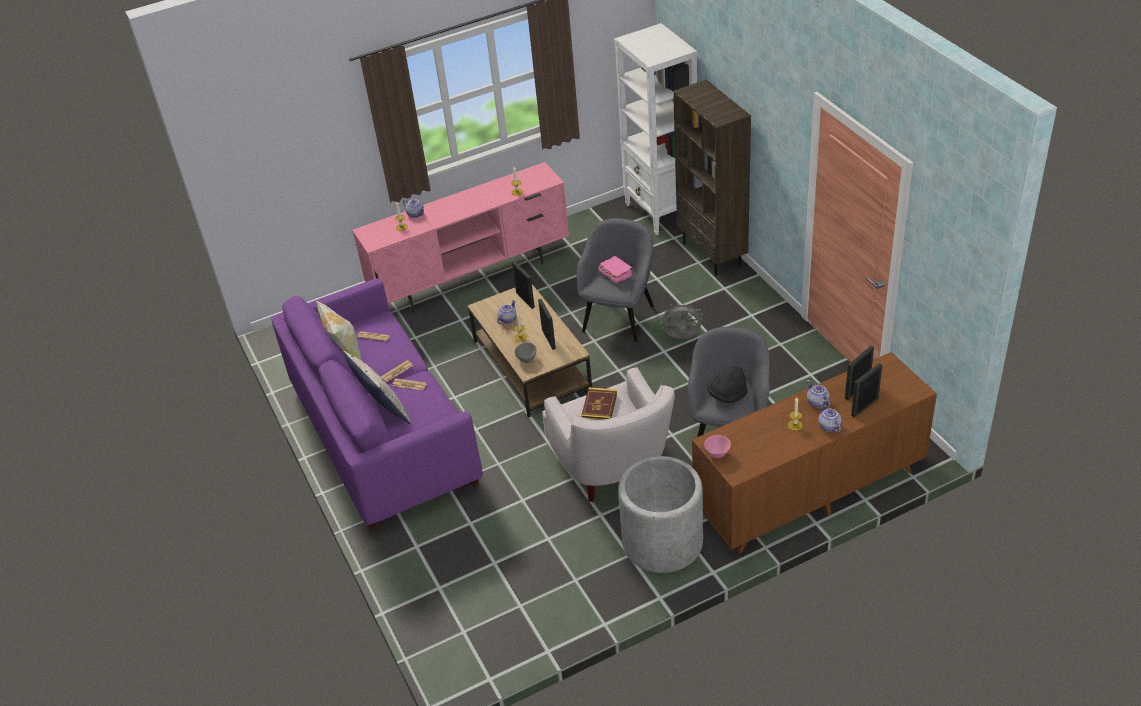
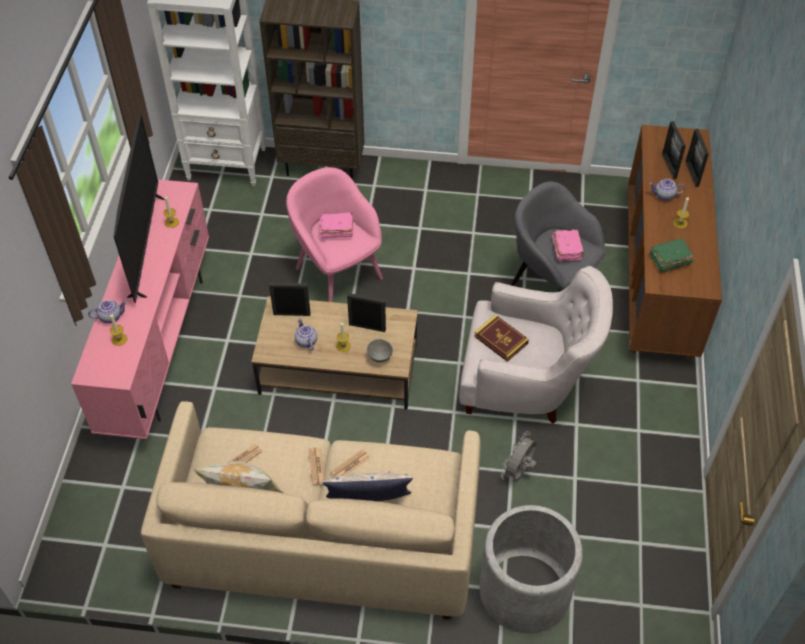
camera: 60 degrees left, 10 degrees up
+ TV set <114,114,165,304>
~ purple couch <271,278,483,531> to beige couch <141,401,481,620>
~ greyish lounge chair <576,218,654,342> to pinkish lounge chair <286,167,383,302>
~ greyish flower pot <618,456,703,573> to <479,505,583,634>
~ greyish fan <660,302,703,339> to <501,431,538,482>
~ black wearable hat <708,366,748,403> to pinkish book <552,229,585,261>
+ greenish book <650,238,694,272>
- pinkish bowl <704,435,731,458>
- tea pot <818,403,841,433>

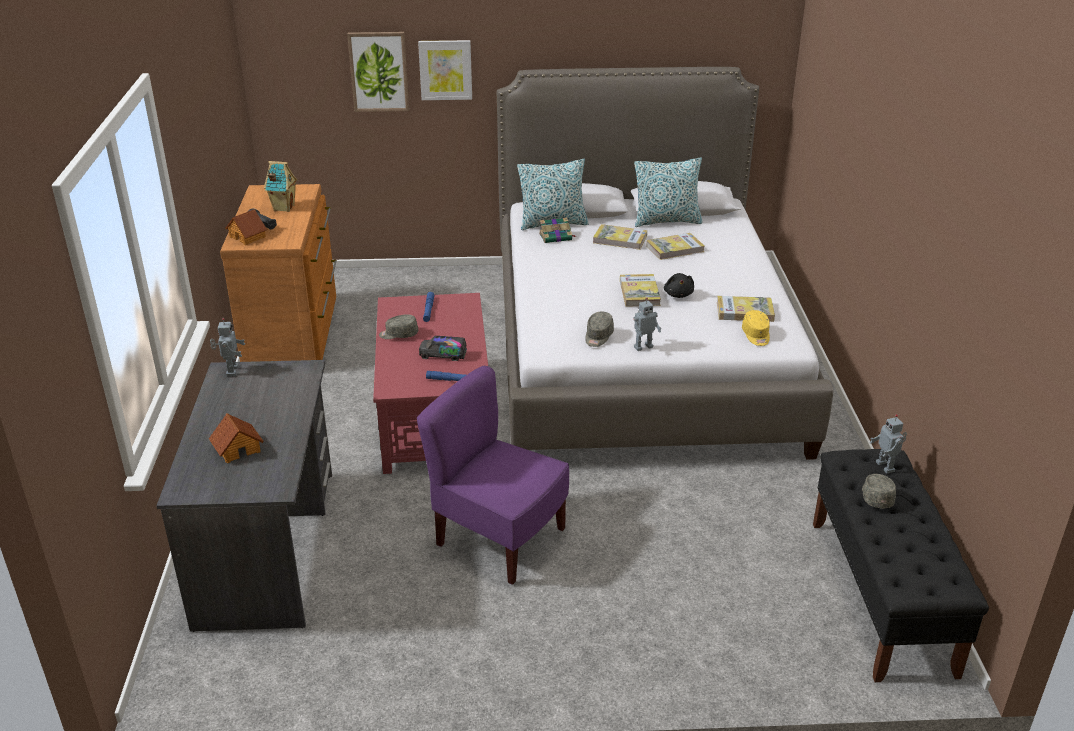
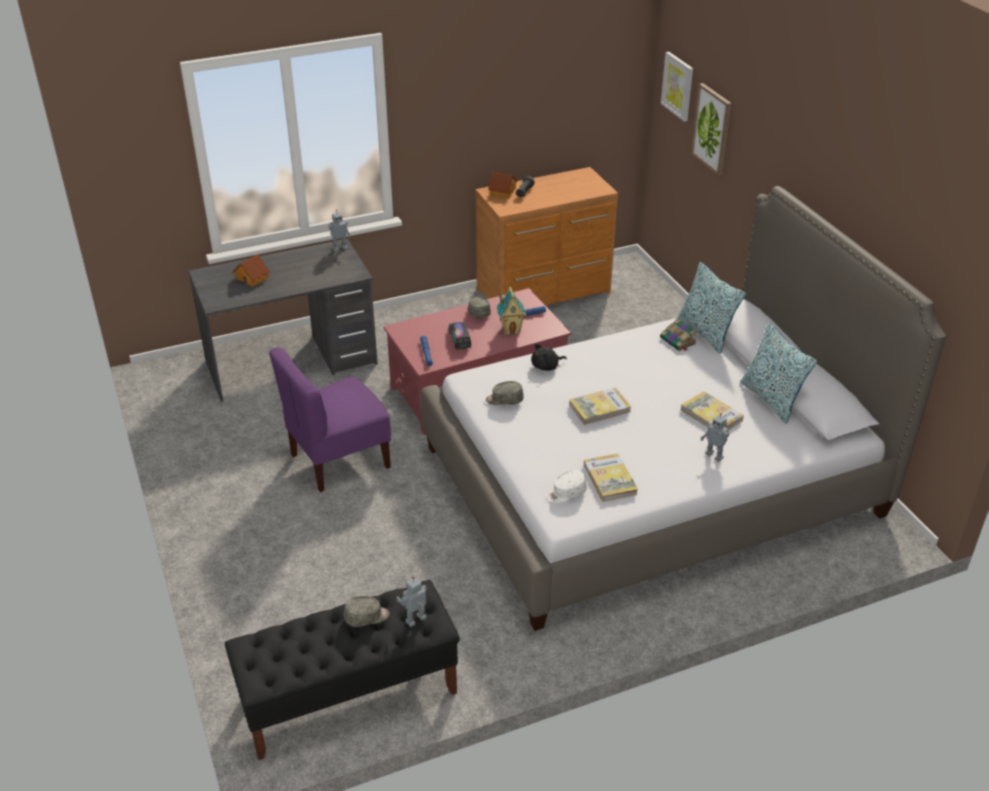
camera: 70 degrees right, 5 degrees up
~ purple chair <417,366,569,585> = <269,347,391,492> 135 degrees counterclockwise
~ model house <264,161,297,212> to <496,287,527,335>
~ black plush toy <664,273,694,298> to <531,344,567,371>
~ yellow peaked cap <742,310,770,346> to whitish peaked cap <547,470,587,503>
~ picture <418,40,472,100> to <661,52,693,122>
~ robot figure <633,297,661,351> to <700,413,729,462>
- book <593,224,647,250>

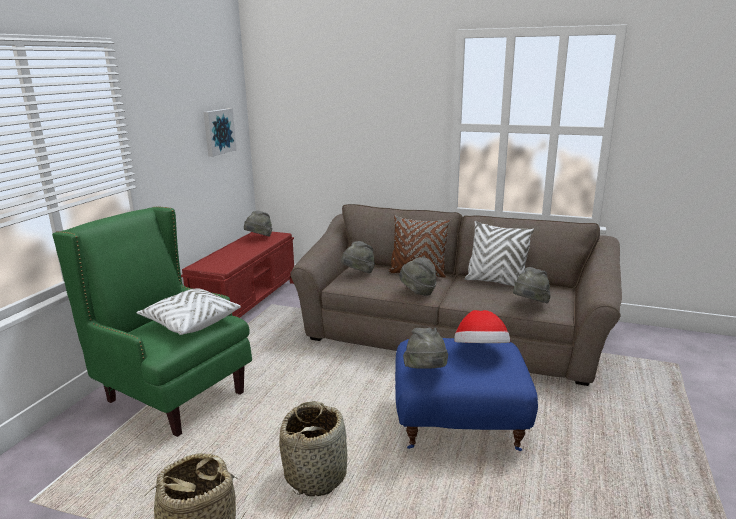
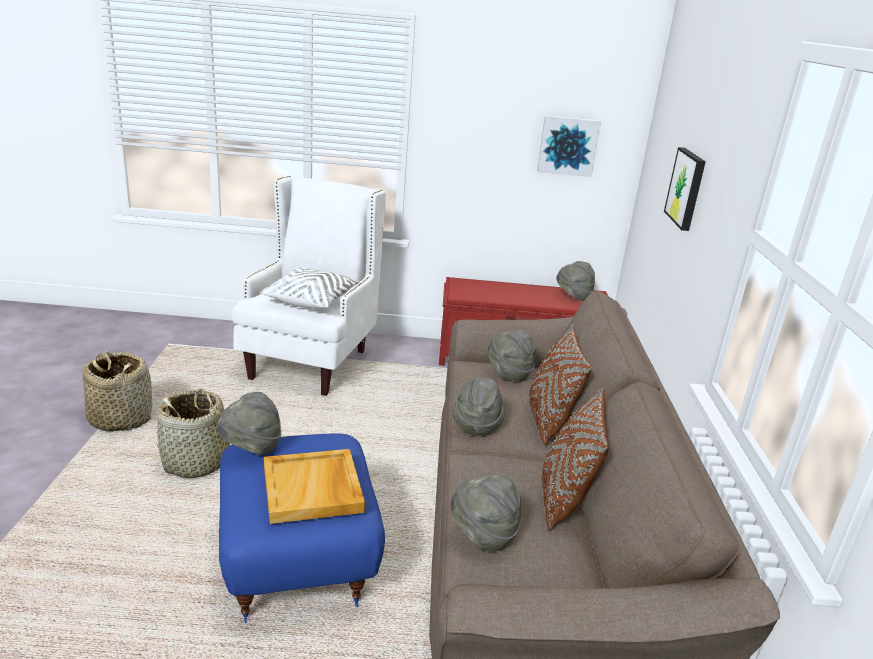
camera: 70 degrees right, 5 degrees up
~ greenish lounge chair <52,207,252,437> to whitish lounge chair <232,176,386,396>
~ wearable hat <454,310,510,343> to beige serving tray <264,449,365,524>
~ whitish throw pillow <464,221,534,286> to brown-coloured throw pillow <542,387,609,530>
+ picture <664,147,706,231>

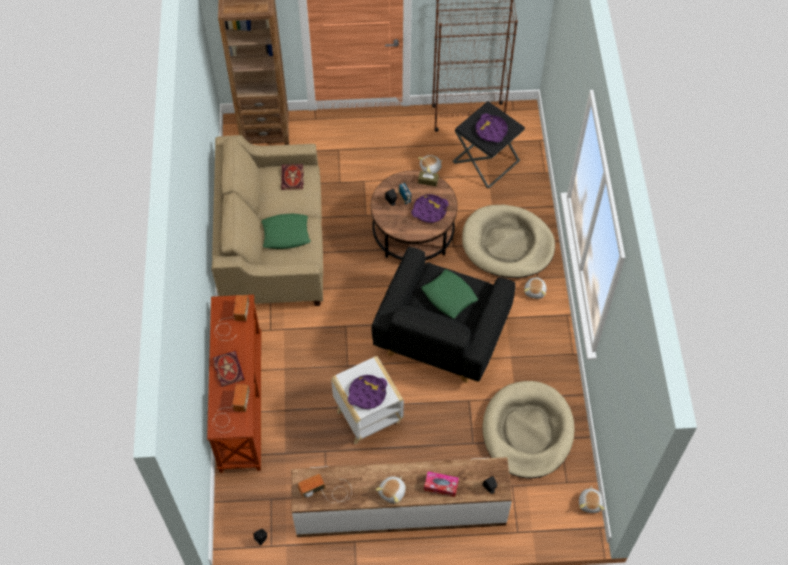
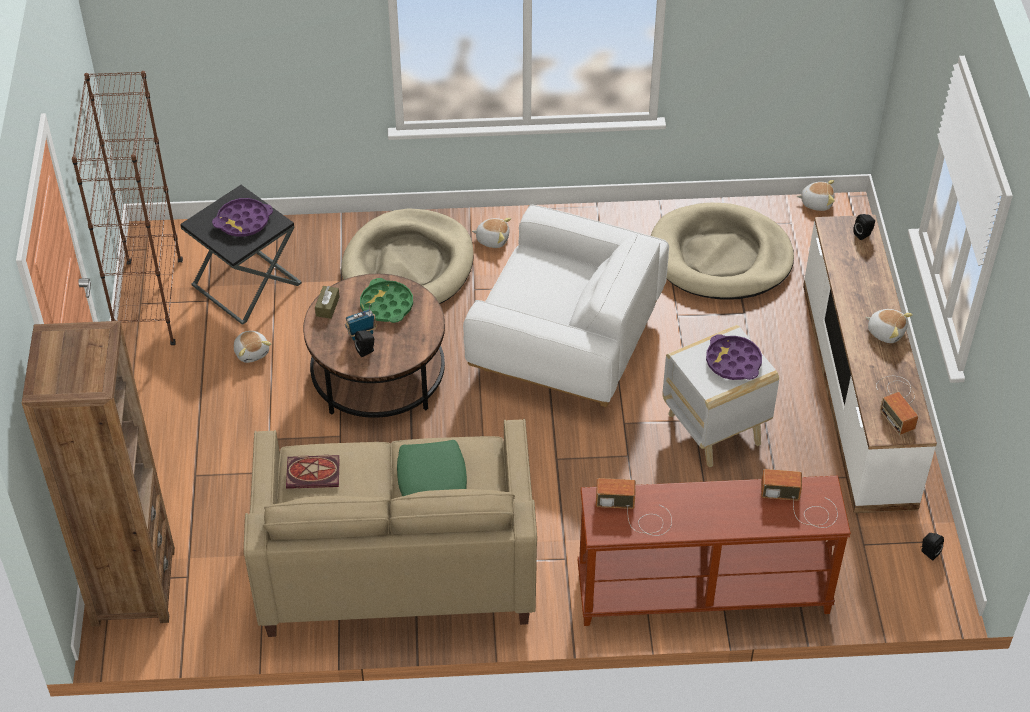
camera: 90 degrees left, 10 degrees down
~ purple serving tray <411,194,449,223> to greenish serving tray <360,278,413,323>
~ black lounge chair <371,247,515,383> to whitish lounge chair <463,205,669,407>
- book <213,351,245,387>
- greenish throw pillow <421,270,478,319>
- box of tissues <424,471,459,497>

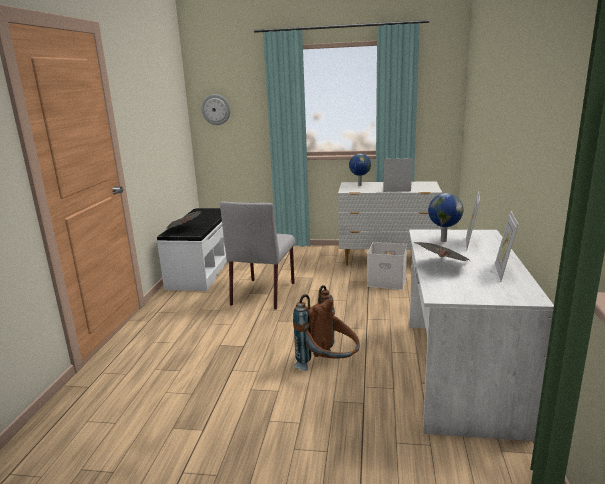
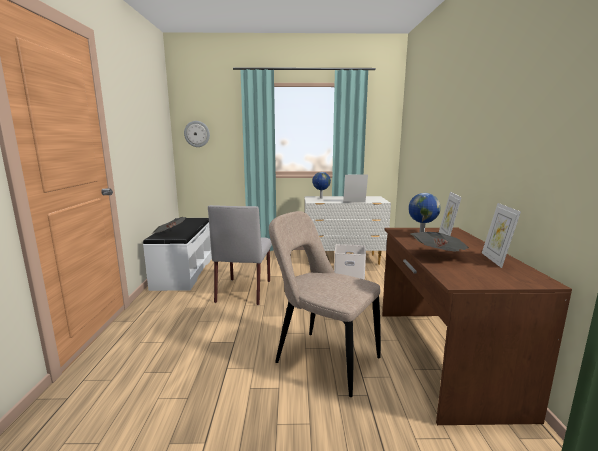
camera: 10 degrees left, 5 degrees down
~ brown-coloured backpack <293,285,360,370> to beige chair <269,211,381,397>
~ whitish desk unit <409,229,554,441> to brown-coloured desk unit <382,228,572,425>

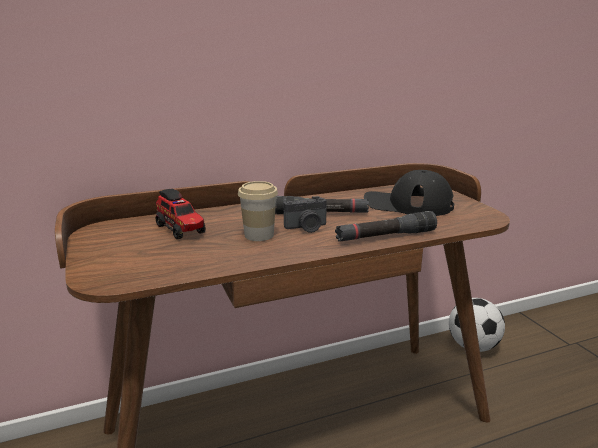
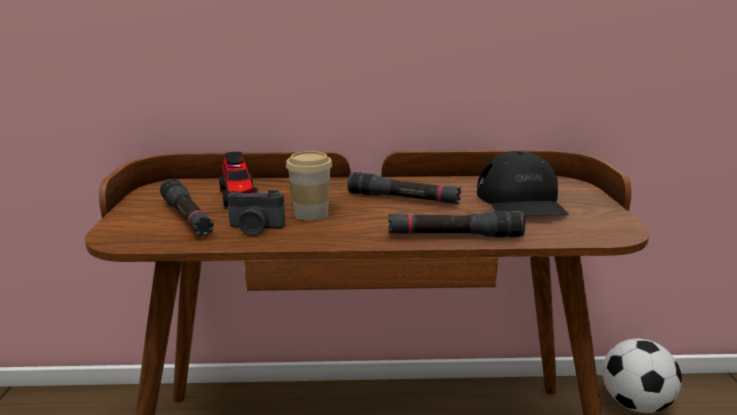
camera: 20 degrees right, 0 degrees up
+ black flashlight <160,179,214,236>
~ still camera <284,196,327,233> to <227,190,285,236>
~ black peaked cap <364,170,454,216> = <477,151,569,216> 135 degrees counterclockwise

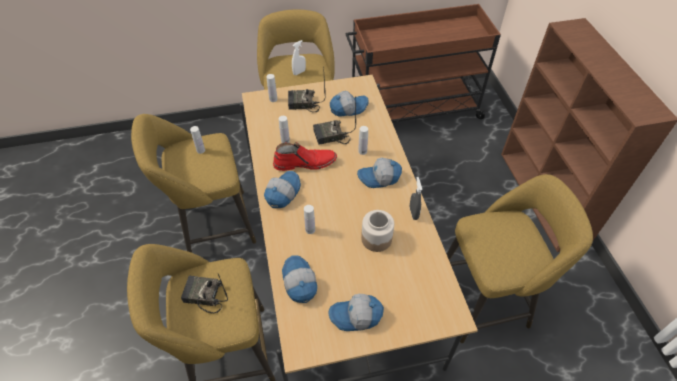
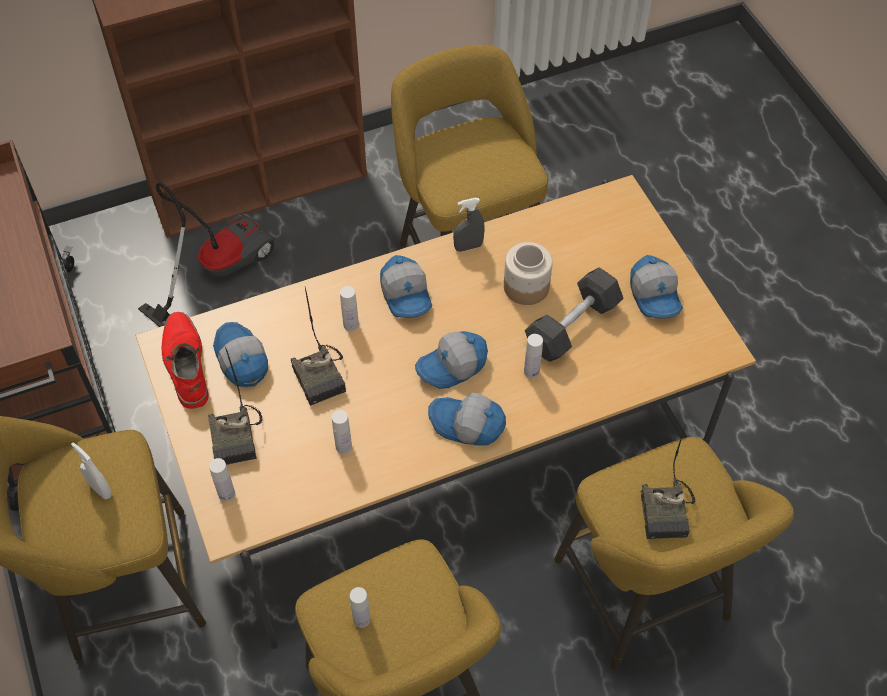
camera: 100 degrees left, 5 degrees up
+ vacuum cleaner <138,182,275,327>
~ red high-top boot <273,142,337,171> to <161,312,209,409>
~ peaked cap <282,255,317,303> to <415,331,488,389>
+ greyish free weight <525,267,624,362>

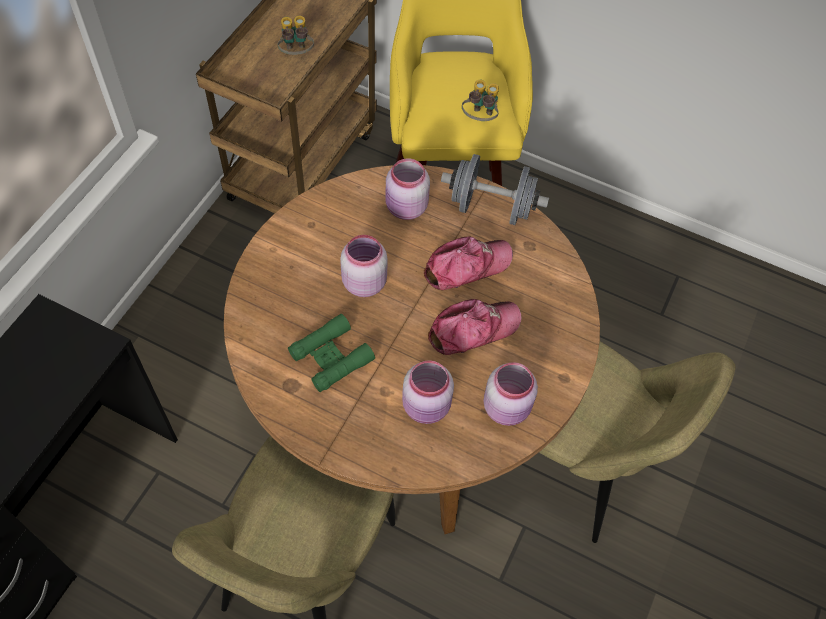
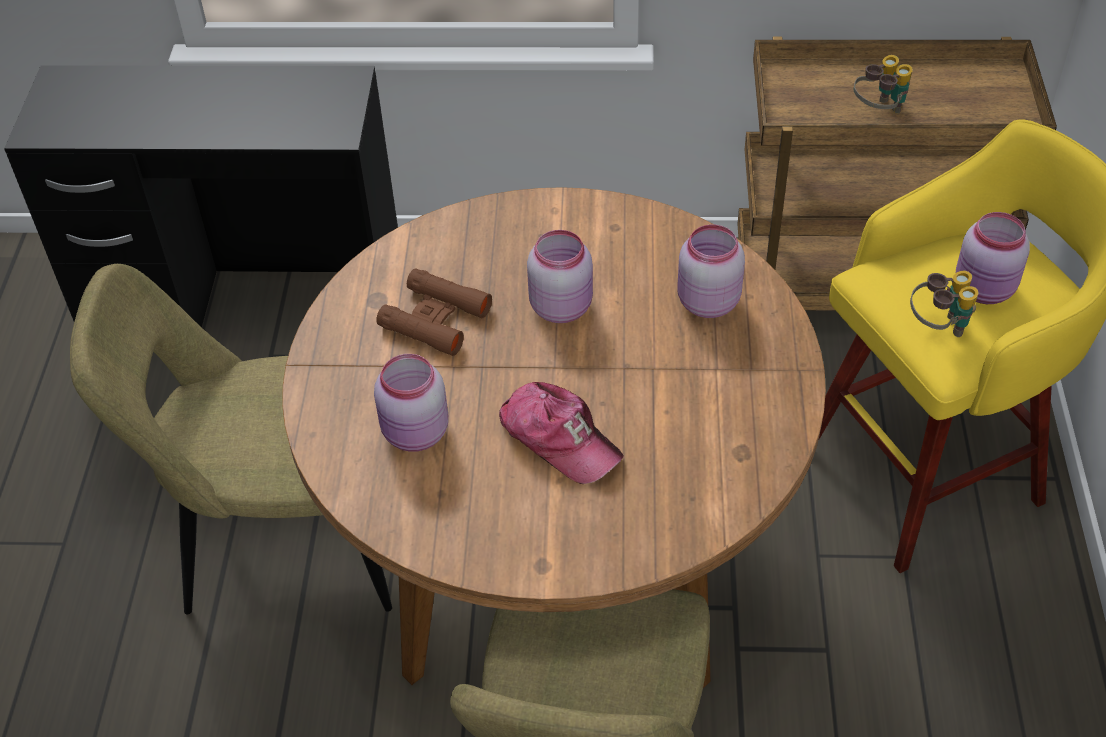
camera: 70 degrees right, 10 degrees down
~ greenish binoculars <288,314,375,392> to brown-coloured binoculars <376,269,492,356>
~ pinkish jar <483,362,538,426> to <956,212,1030,304>
- peaked cap <424,236,513,290>
- greyish free weight <441,154,549,225>

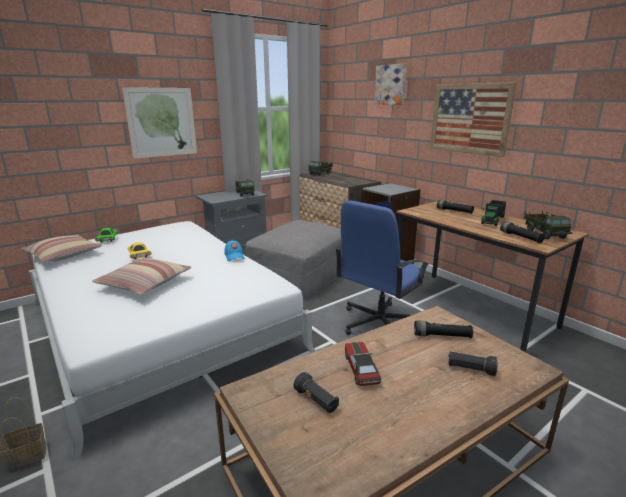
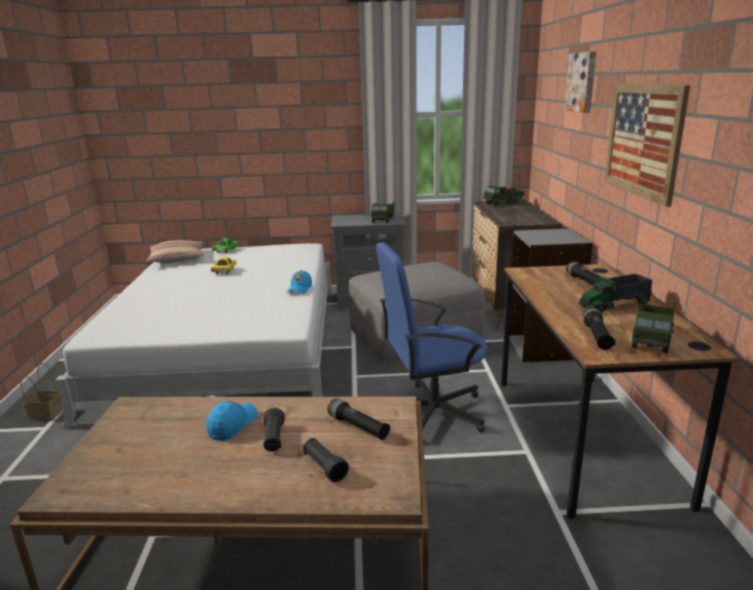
camera: 35 degrees right, 0 degrees up
~ miniature car <345,342,381,386> to blue-coloured peaked cap <206,400,258,441>
~ black flashlight <294,372,339,413> to <263,408,285,452>
- throw pillow <92,257,191,295>
- picture <122,87,197,159>

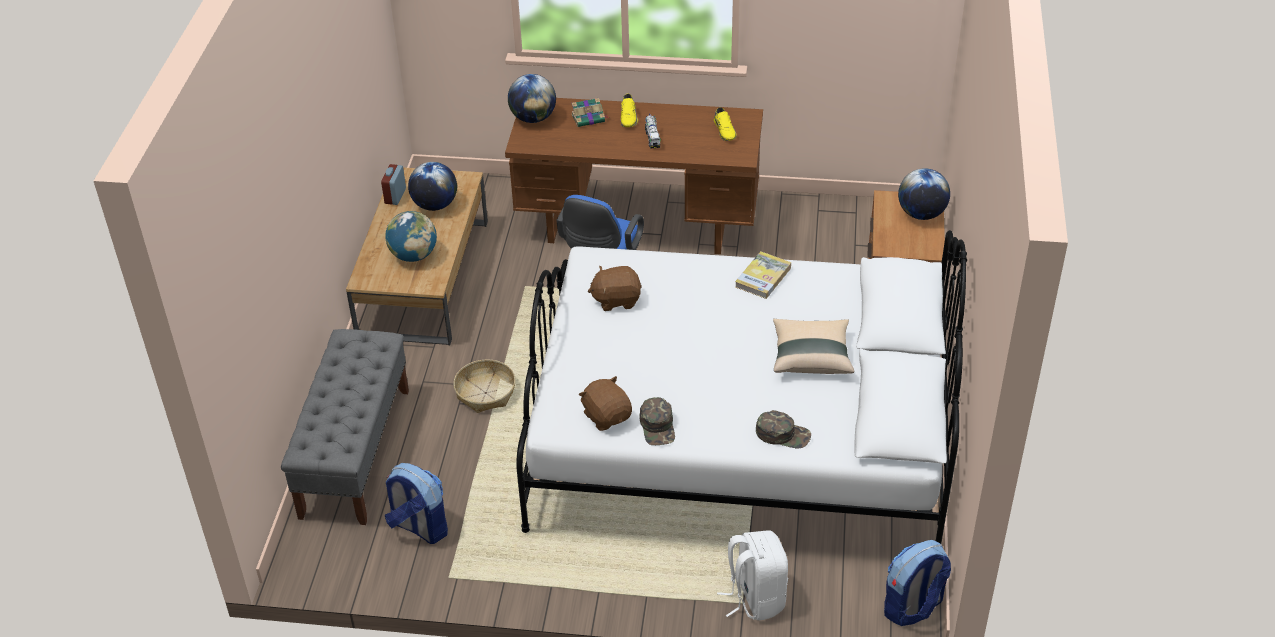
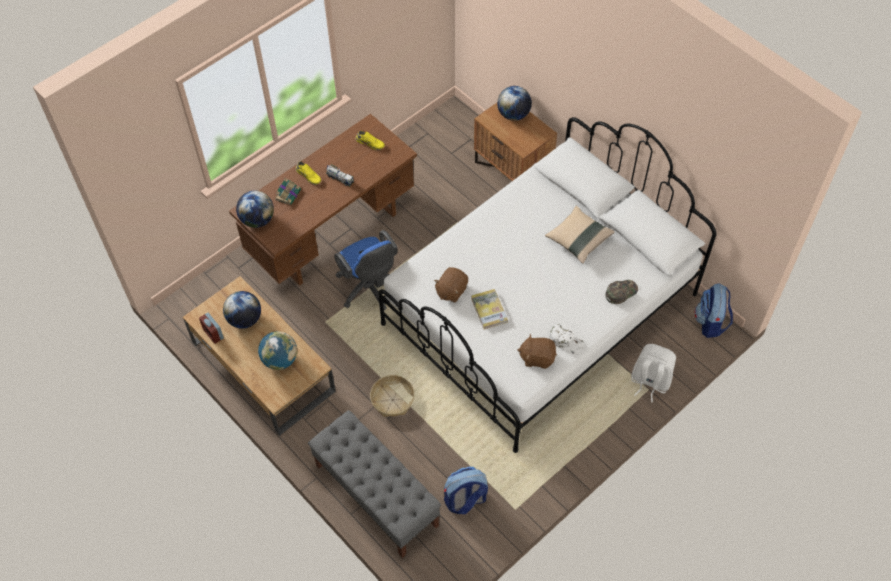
camera: 50 degrees left, 15 degrees up
~ book <735,251,791,299> to <471,289,508,329>
~ greenish peaked cap <640,397,675,445> to whitish peaked cap <549,324,584,354>

